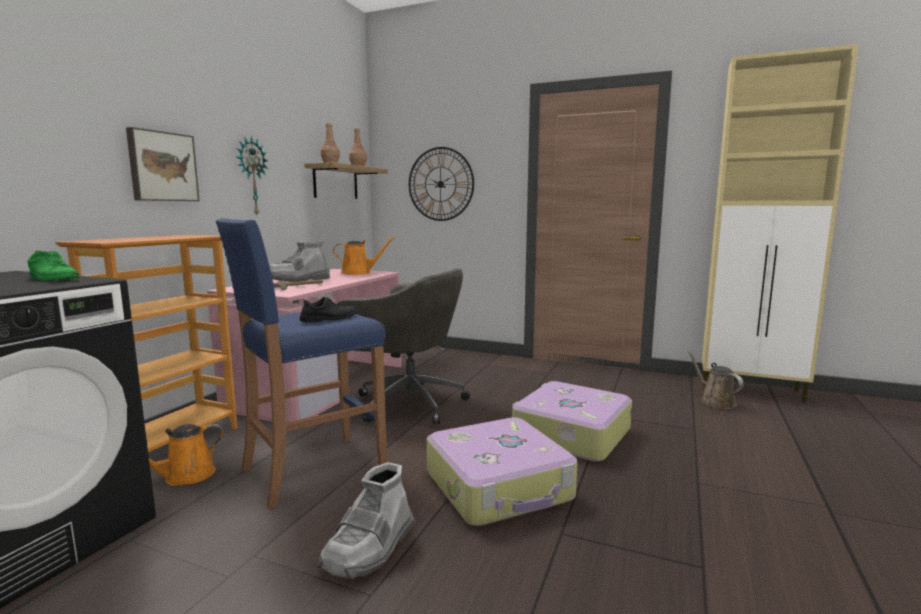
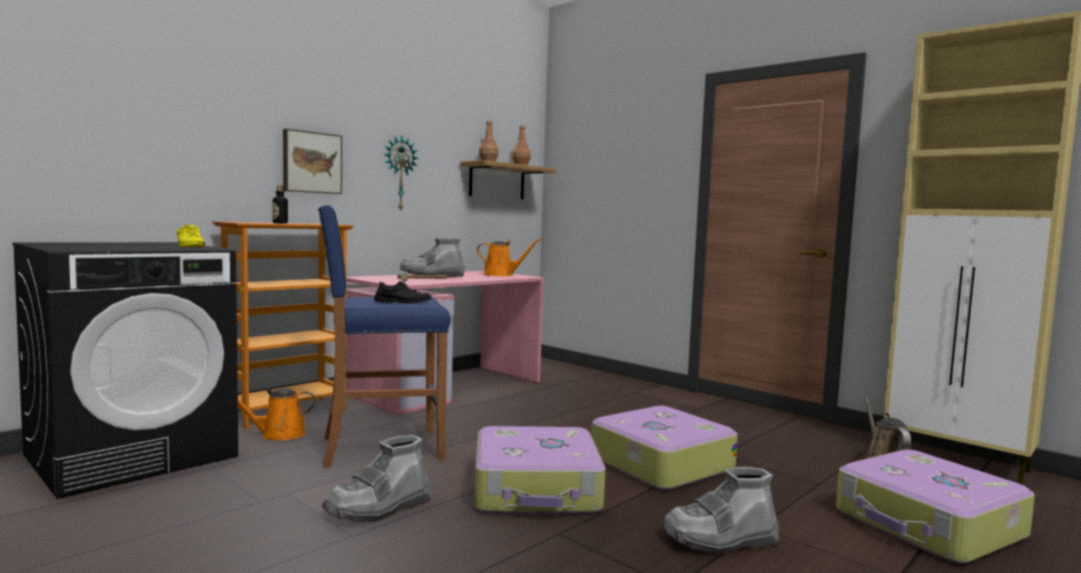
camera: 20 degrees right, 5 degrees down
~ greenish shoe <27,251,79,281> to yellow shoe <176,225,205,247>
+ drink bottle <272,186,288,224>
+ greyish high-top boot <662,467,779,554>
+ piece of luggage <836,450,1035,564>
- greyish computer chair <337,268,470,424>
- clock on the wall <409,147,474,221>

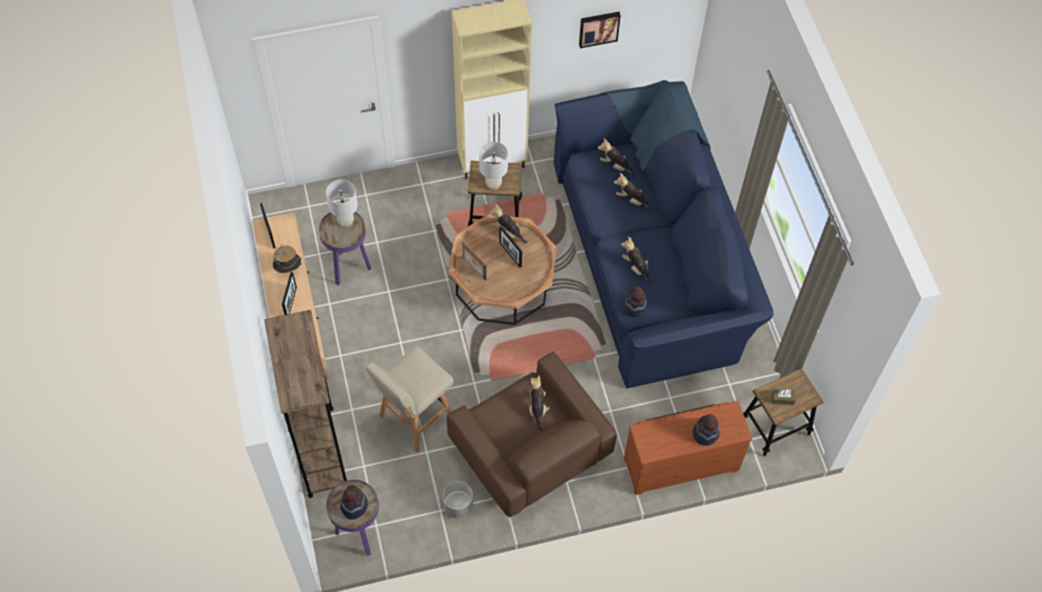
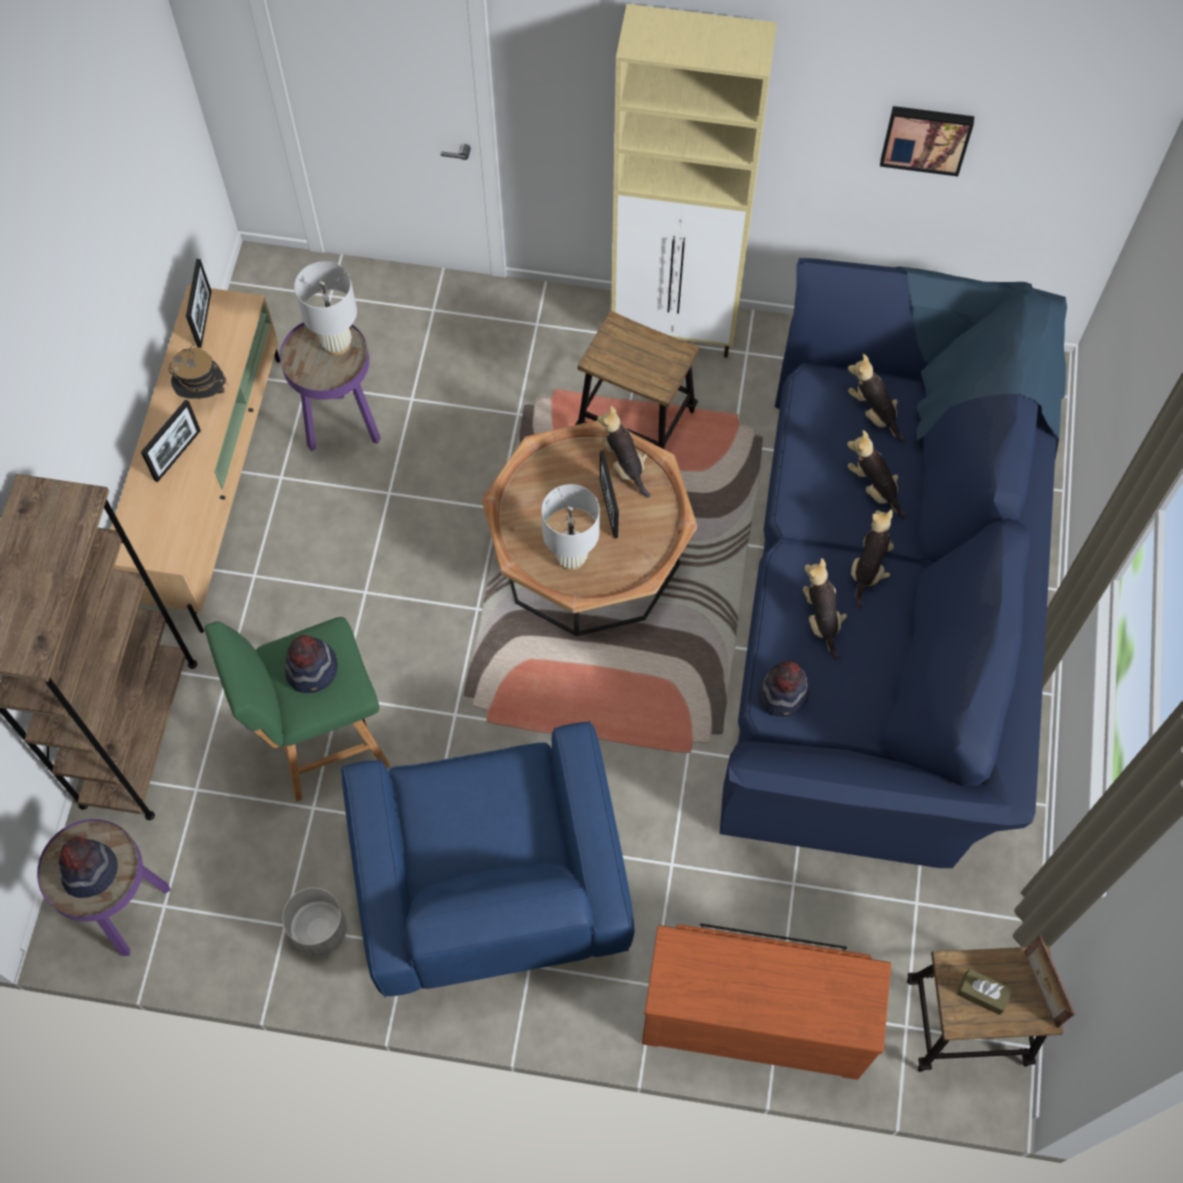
camera: 25 degrees right, 5 degrees up
~ beige stool <365,346,453,452> to greenish stool <204,617,390,802>
~ wearable hat <693,414,720,446> to <285,635,338,693>
~ brown-coloured lounge chair <447,351,617,518> to blue-coloured lounge chair <341,721,634,997>
~ whitish table lamp <479,142,508,190> to <541,484,600,571>
~ plush toy <529,375,550,431> to <851,509,894,609>
~ picture frame <462,242,487,281> to <1024,935,1075,1028>

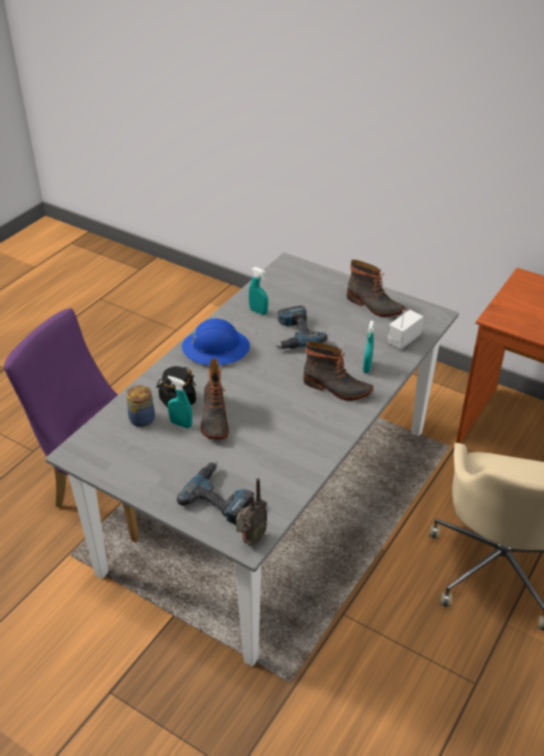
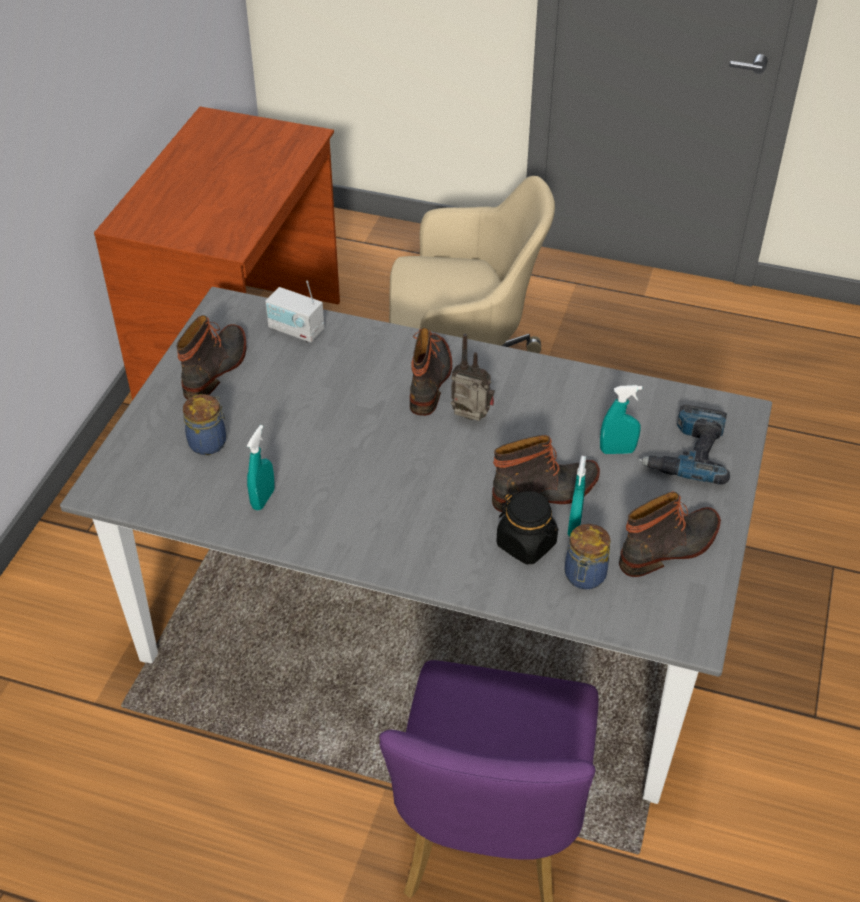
camera: 105 degrees left, 5 degrees up
+ jar <183,394,226,455>
~ radio set <236,478,267,546> to <451,334,495,421>
~ turquoise-coloured spray bottle <363,321,374,373> to <600,385,642,454>
+ high-top boot <619,491,721,577>
- blue-coloured safety helmet <182,319,250,365>
- power drill <275,306,328,349>

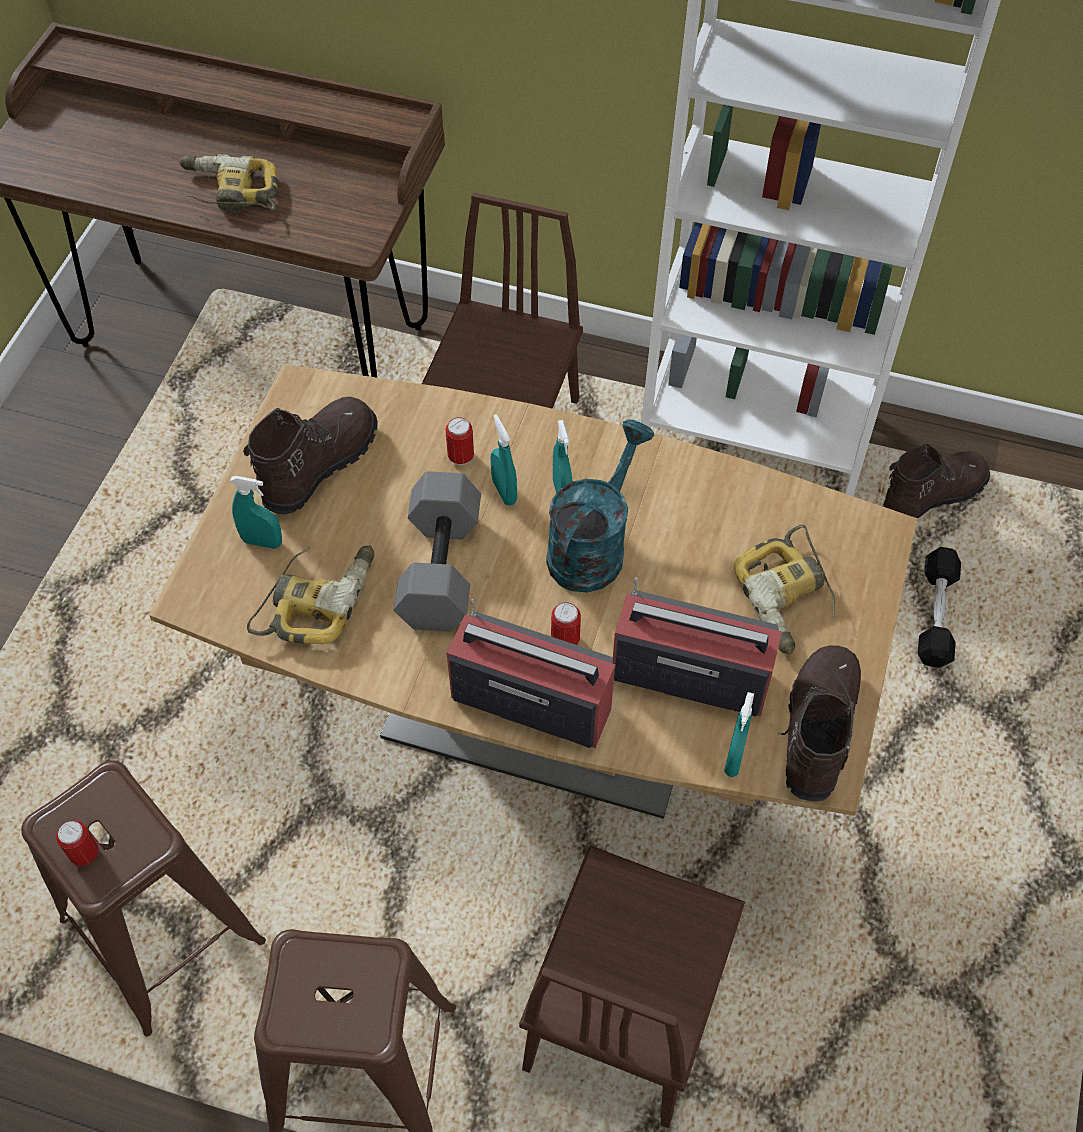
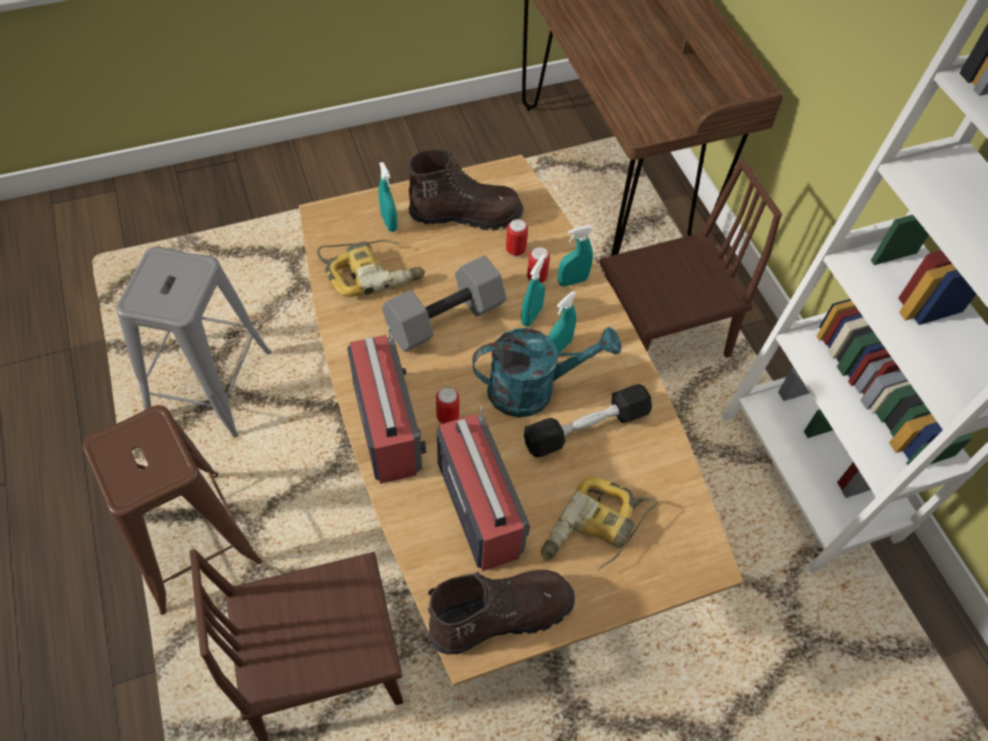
camera: 50 degrees right, 0 degrees up
~ brown-coloured stool <21,760,266,1037> to greyish stool <116,247,272,438>
~ metal can <56,820,99,866> to <506,219,528,257>
~ black free weight <918,547,961,668> to <524,384,652,457>
~ turquoise-coloured spray bottle <724,692,754,777> to <558,226,593,287>
- power drill <179,154,278,213>
- brown-coloured high-top boot <883,444,990,519>

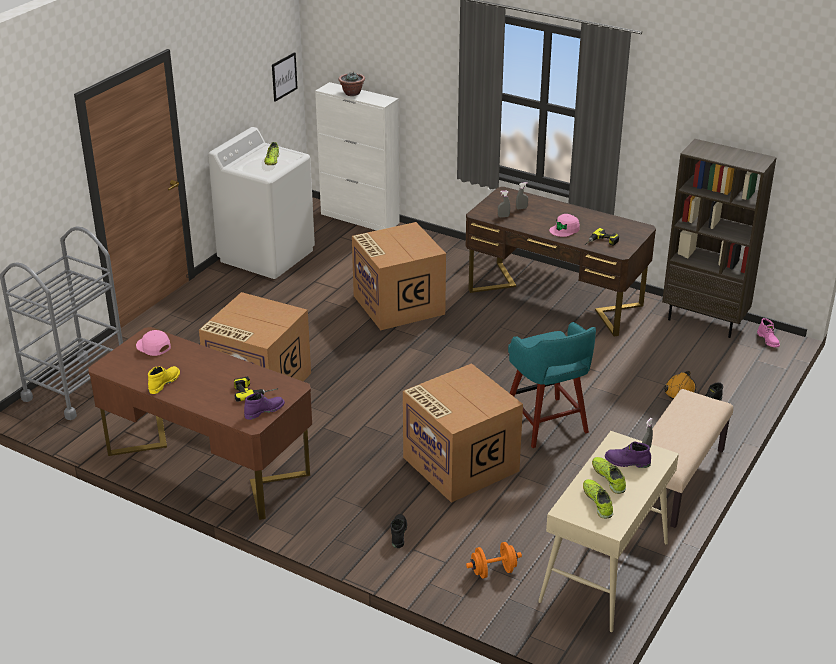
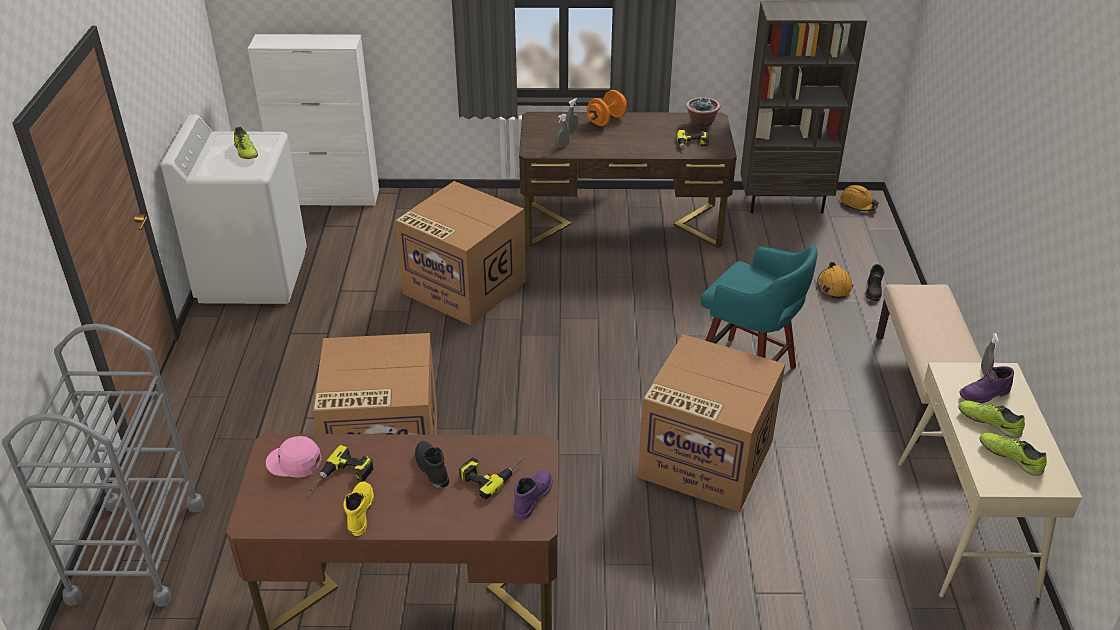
camera: 30 degrees left, 5 degrees up
+ power drill <310,445,374,490>
~ black high-top boot <390,514,407,548> to <415,441,449,488>
~ orangey free weight <466,542,522,579> to <587,90,627,126>
~ potted plant <339,72,365,96> to <686,96,720,128>
~ pinkish high-top boot <757,318,780,347> to orangey safety helmet <840,185,879,211>
- picture <272,52,298,102>
- pinkish peaked cap <549,214,580,237>

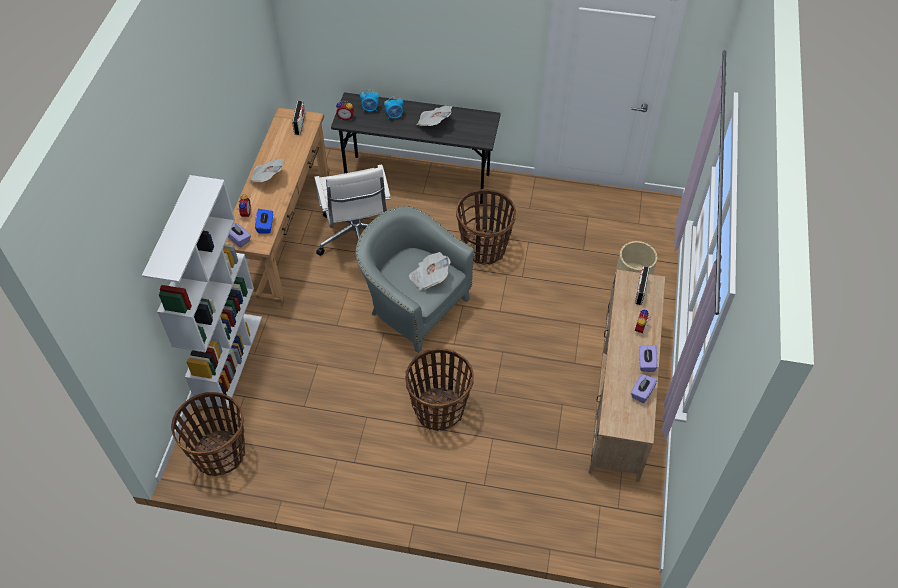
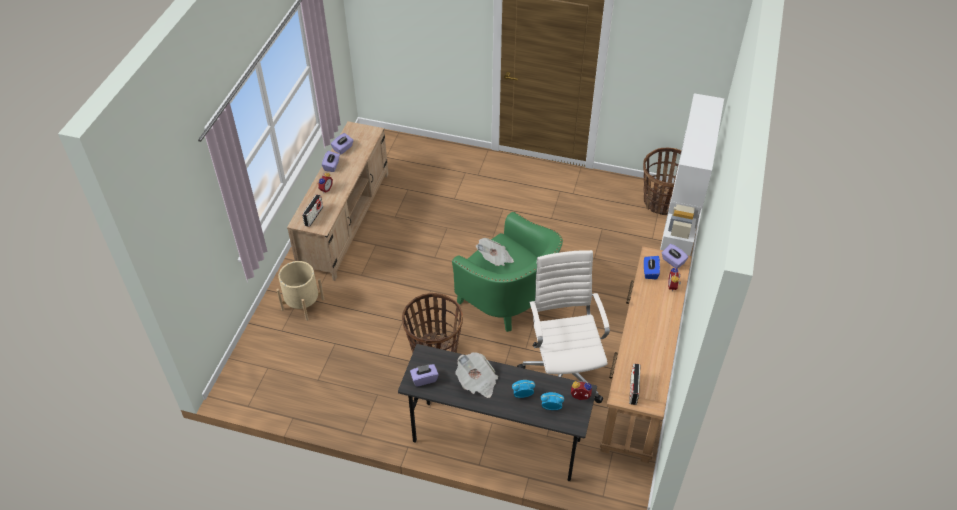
camera: 175 degrees left, 5 degrees down
+ purple box of tissues <410,364,439,387>
~ greyish lounge chair <356,206,474,353> to greenish lounge chair <452,211,563,332>
- daily paper <249,159,284,182>
- basket <405,348,474,431>

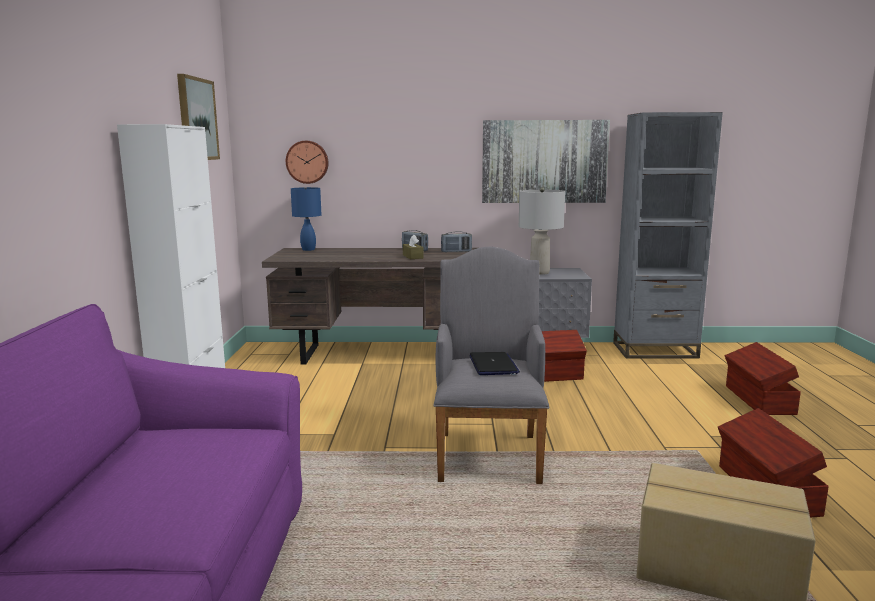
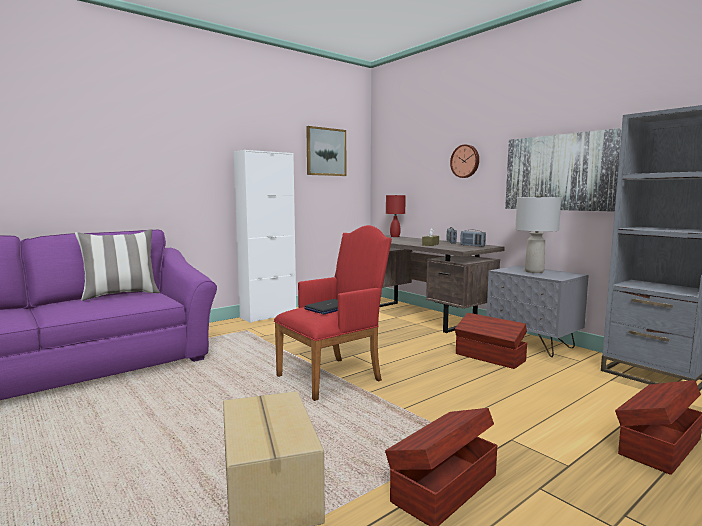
camera: 50 degrees right, 5 degrees down
+ throw pillow <75,229,160,301>
~ greyish lounge chair <433,246,550,484> to red lounge chair <274,225,392,401>
~ blue-coloured table lamp <291,187,322,251> to red table lamp <386,195,406,237>
~ clock on the wall <286,141,329,184> to <450,144,479,178>

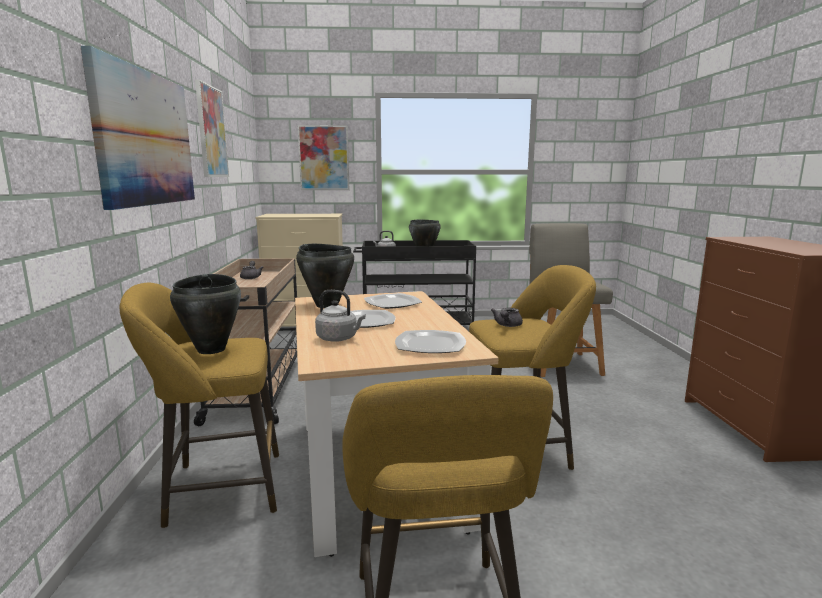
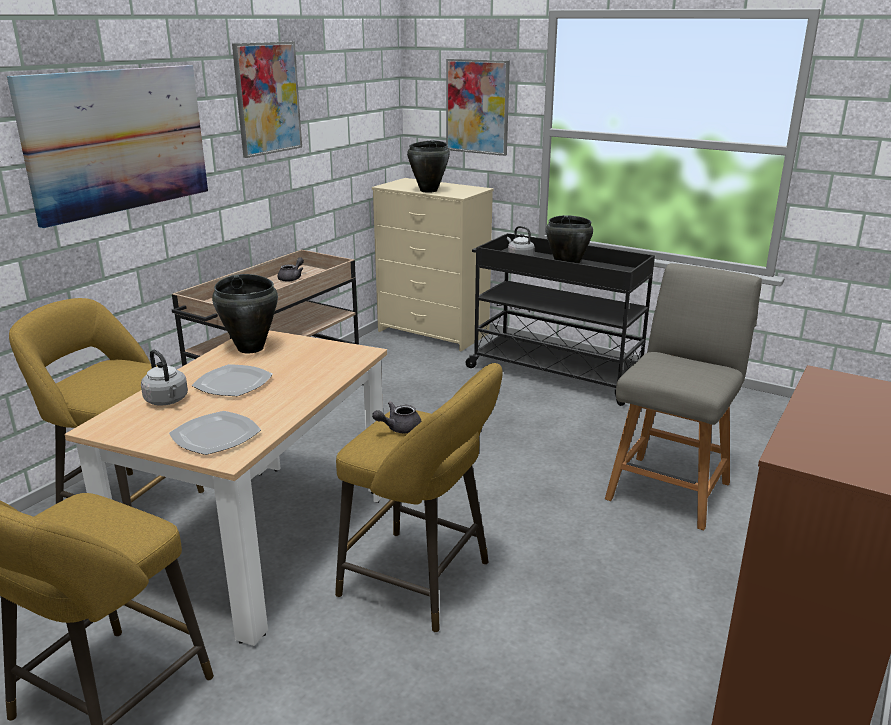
camera: 35 degrees right, 10 degrees up
~ black cooking pot <170,274,241,354> to <407,140,450,193>
- plate <364,293,422,309>

